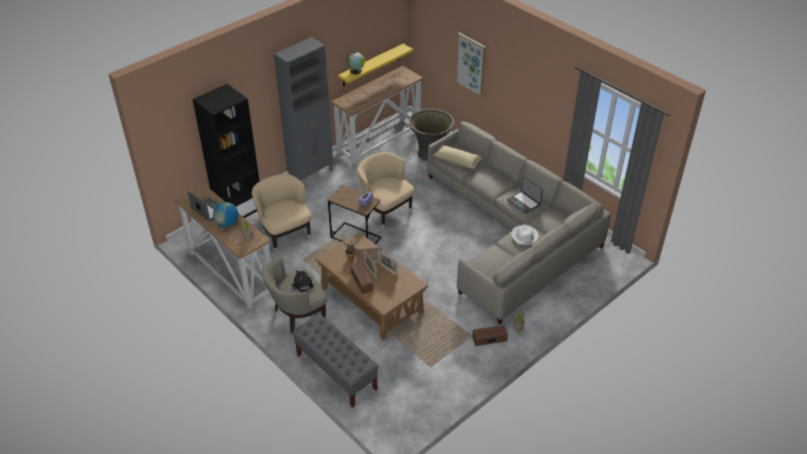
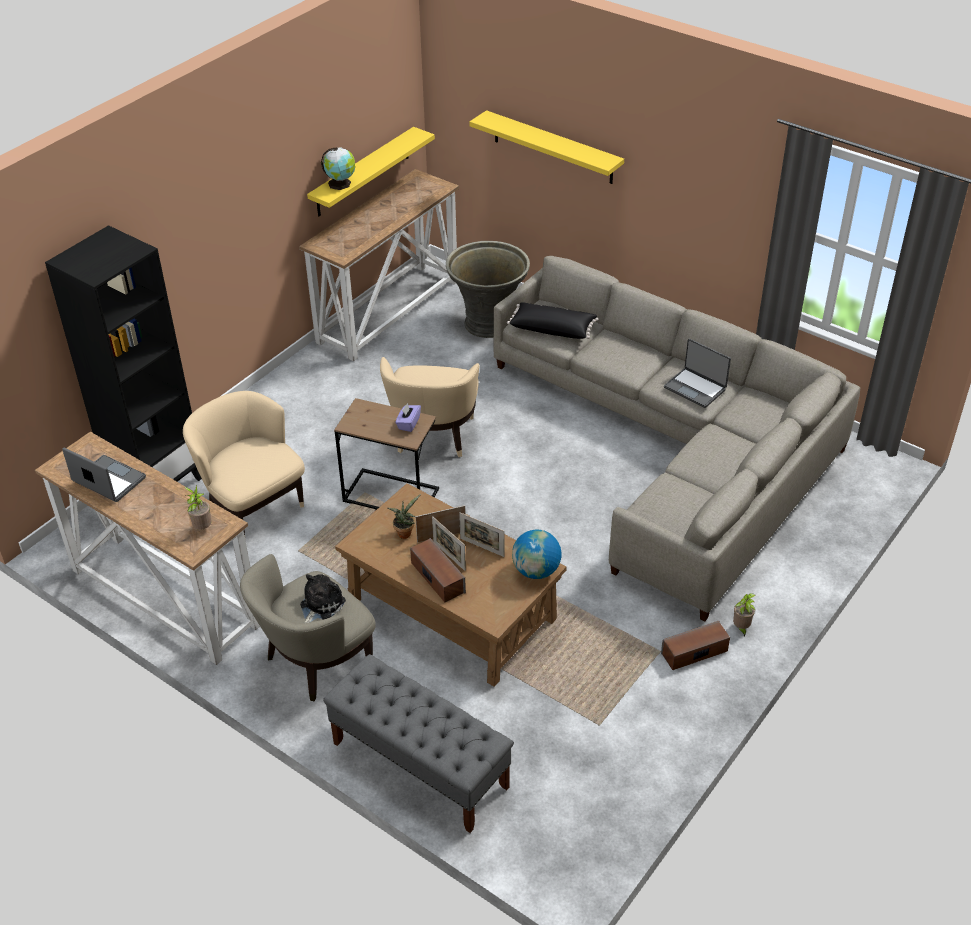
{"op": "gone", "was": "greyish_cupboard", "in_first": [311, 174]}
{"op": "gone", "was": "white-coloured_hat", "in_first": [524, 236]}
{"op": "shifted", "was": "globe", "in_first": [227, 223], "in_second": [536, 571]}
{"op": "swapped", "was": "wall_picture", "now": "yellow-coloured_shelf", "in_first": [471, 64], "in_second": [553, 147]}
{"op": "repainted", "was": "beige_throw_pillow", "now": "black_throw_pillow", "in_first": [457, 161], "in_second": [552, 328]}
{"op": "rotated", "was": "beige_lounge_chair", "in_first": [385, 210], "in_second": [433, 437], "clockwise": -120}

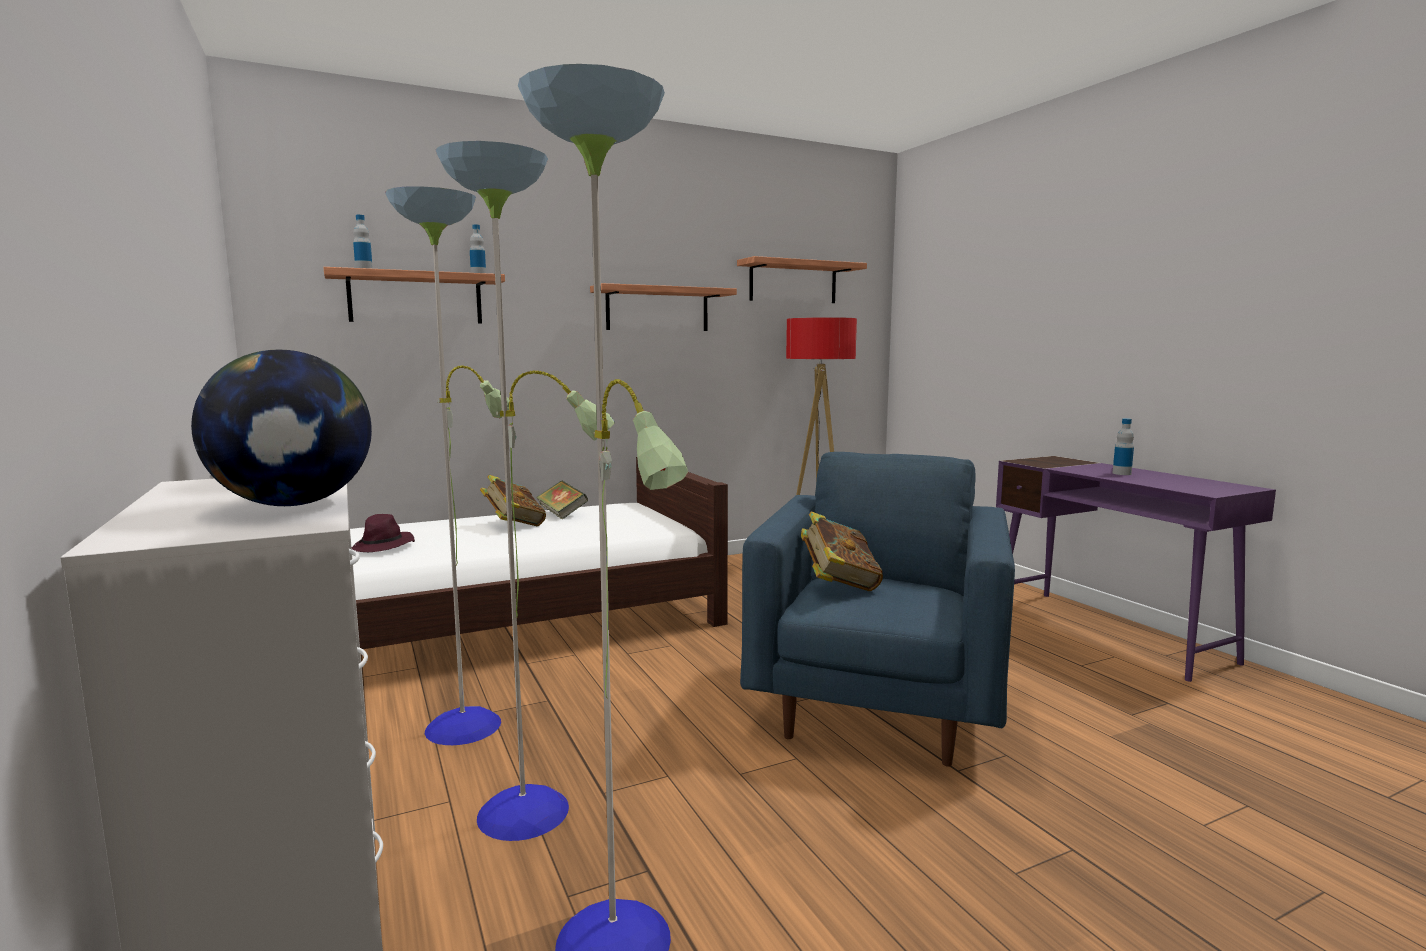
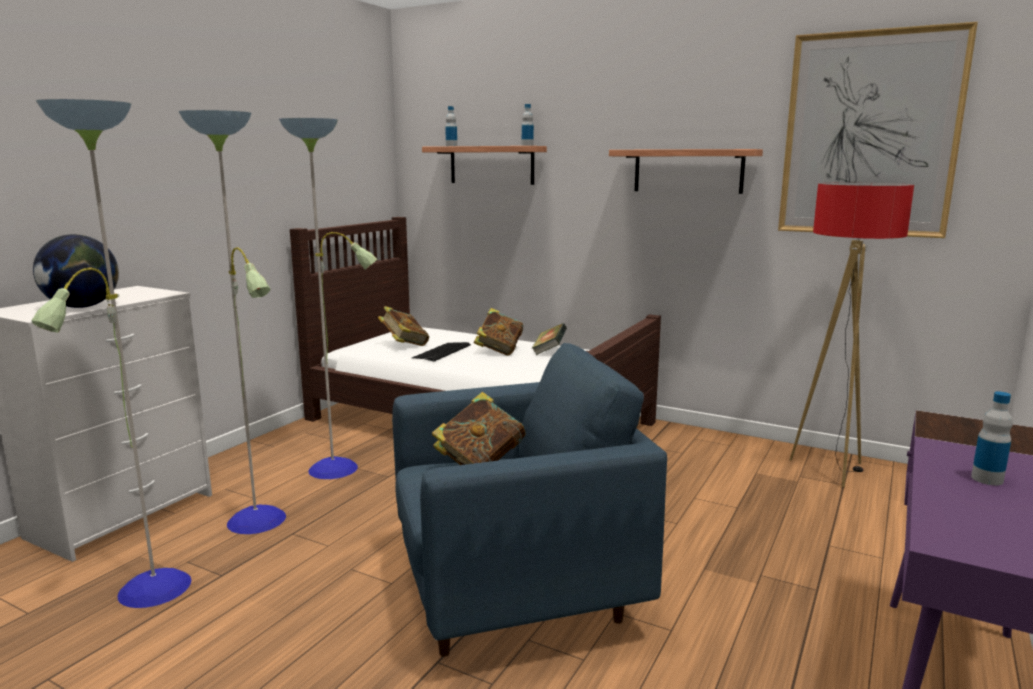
{"op": "new", "now": "computer_keyboard", "in_second": [442, 352]}
{"op": "swapped", "was": "purple_hat", "now": "bound_book", "in_first": [383, 547], "in_second": [404, 345]}
{"op": "swapped", "was": "shelf", "now": "wall_picture", "in_first": [793, 282], "in_second": [869, 135]}

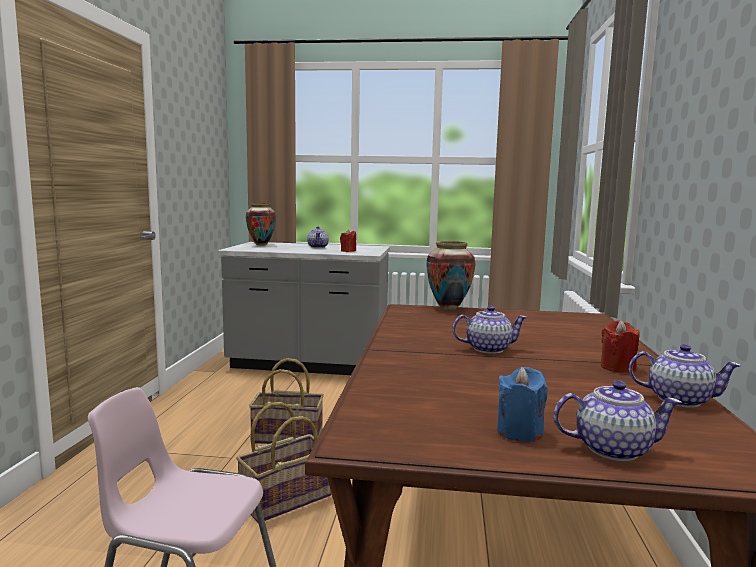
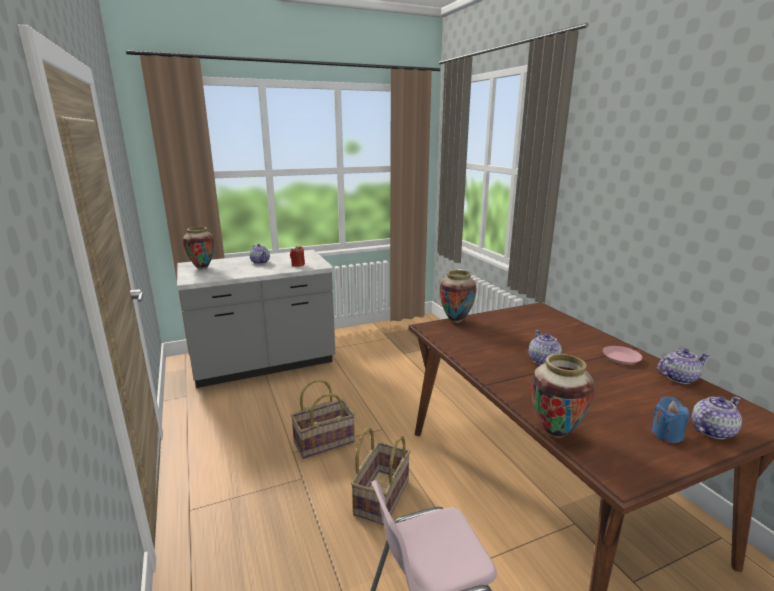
{"op": "new", "now": "flower_vase", "in_second": [555, 432]}
{"op": "swapped", "was": "reddish_candle", "now": "pink_flat_dish", "in_first": [617, 367], "in_second": [621, 358]}
{"op": "rotated", "was": "pot_for_tea", "in_first": [487, 349], "in_second": [543, 361], "clockwise": -60}

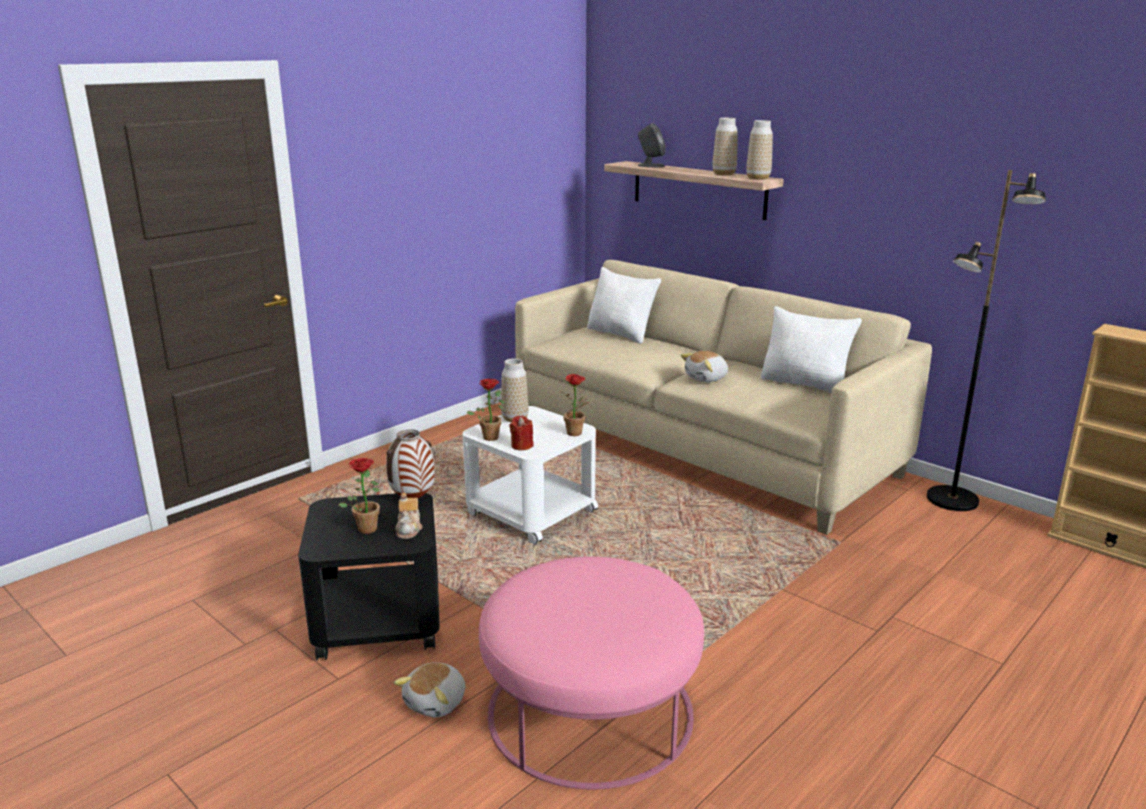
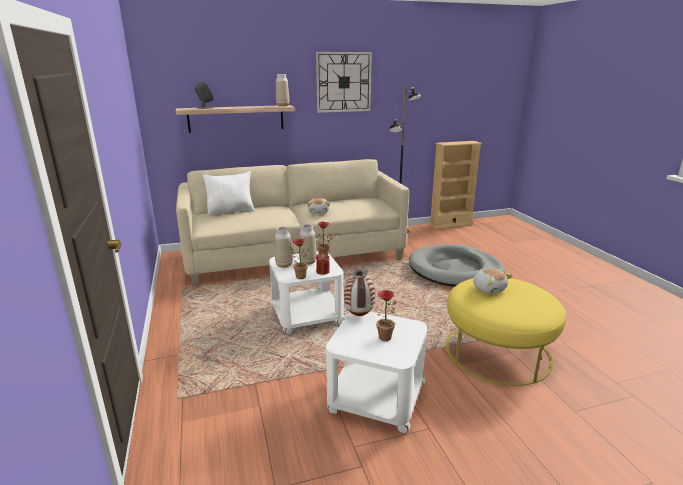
{"op": "gone", "was": "pot_for_tea", "in_first": [409, 529]}
{"op": "gone", "was": "white-coloured_throw_pillow", "in_first": [805, 384]}
{"op": "new", "now": "clock_on_the_wall", "in_second": [343, 82]}
{"op": "new", "now": "greyish_pet_bed", "in_second": [455, 270]}
{"op": "shifted", "was": "soft_toy", "in_first": [437, 702], "in_second": [489, 289]}
{"op": "shifted", "was": "flower_vase", "in_first": [724, 174], "in_second": [308, 262]}
{"op": "repainted", "was": "black_end_table", "now": "white-coloured_end_table", "in_first": [378, 619], "in_second": [375, 397]}
{"op": "repainted", "was": "pink_ottoman", "now": "yellow-coloured_ottoman", "in_first": [590, 710], "in_second": [497, 351]}

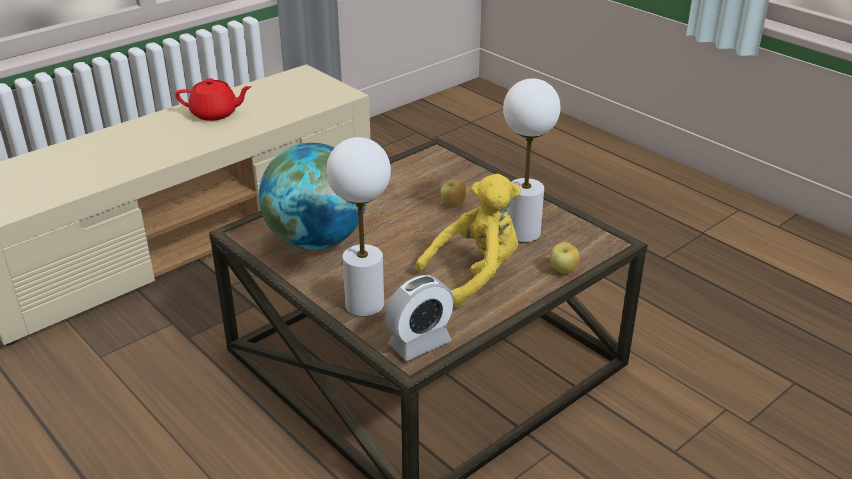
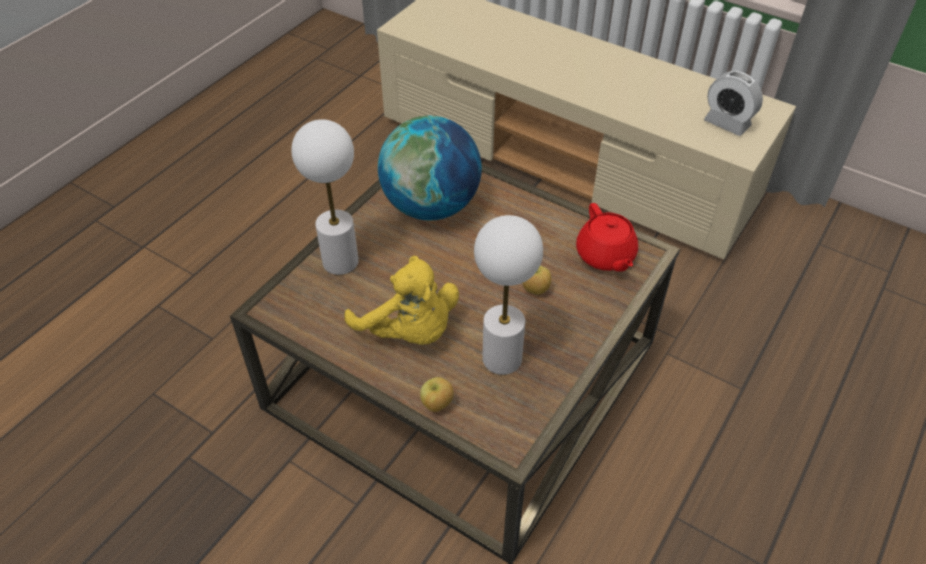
{"op": "shifted", "was": "reddish_pot_for_tea", "in_first": [215, 114], "in_second": [605, 256]}
{"op": "shifted", "was": "table_clock", "in_first": [419, 343], "in_second": [727, 123]}

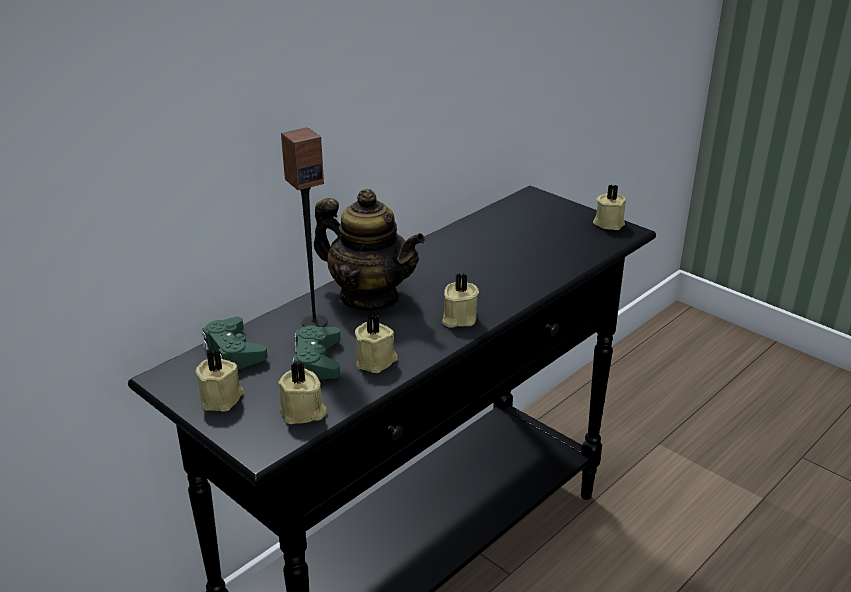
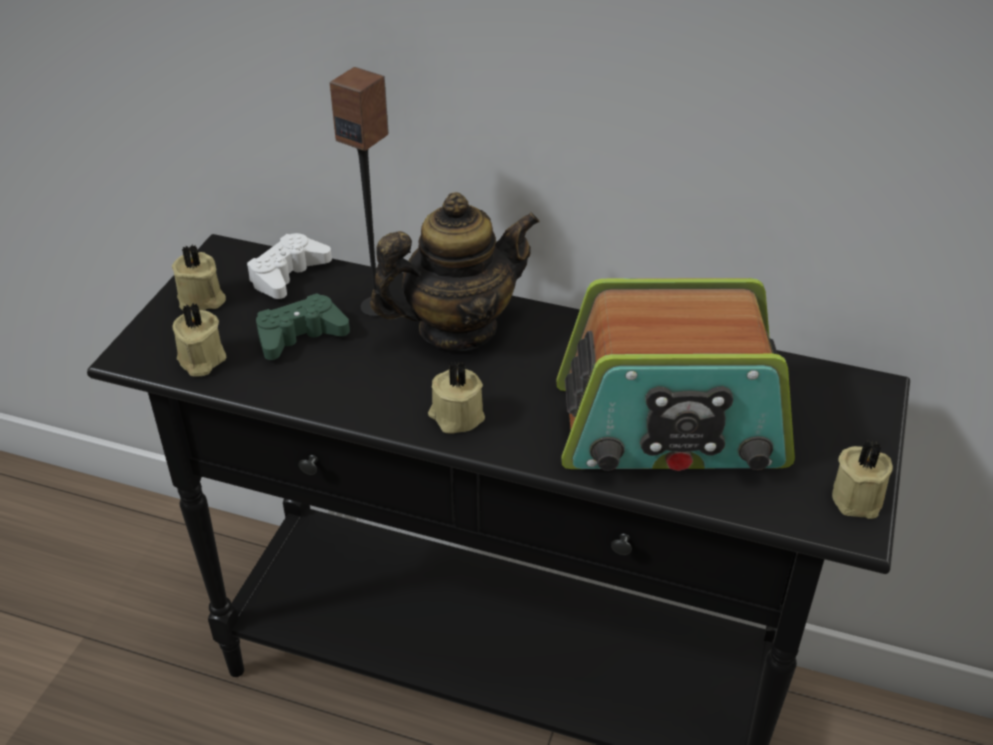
{"op": "gone", "was": "beige_candle", "in_first": [376, 361]}
{"op": "new", "now": "radio_receiver", "in_second": [670, 428]}
{"op": "repainted", "was": "green-coloured_joypad", "now": "white-coloured_joypad", "in_first": [233, 351], "in_second": [288, 274]}
{"op": "rotated", "was": "pot_for_tea", "in_first": [370, 297], "in_second": [457, 328], "clockwise": -120}

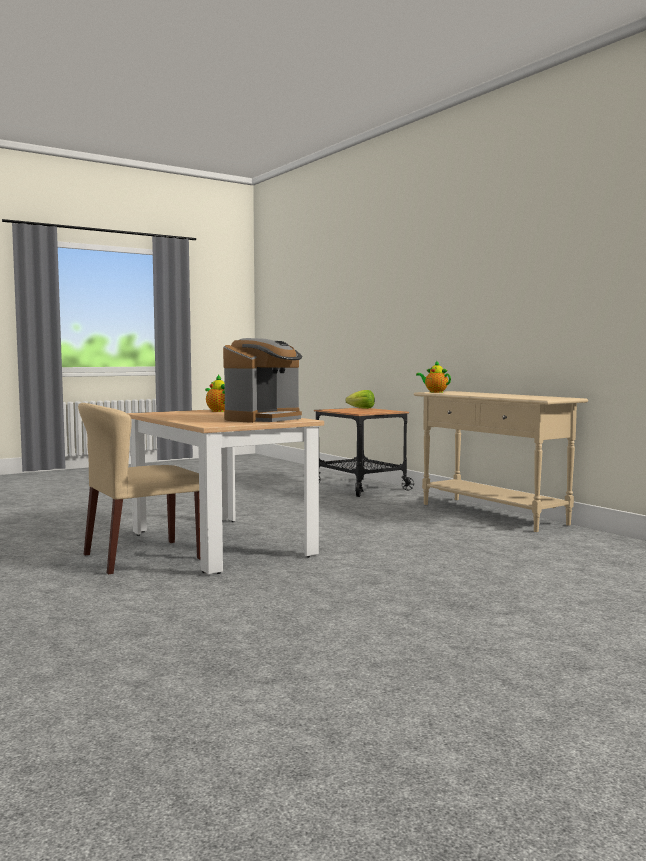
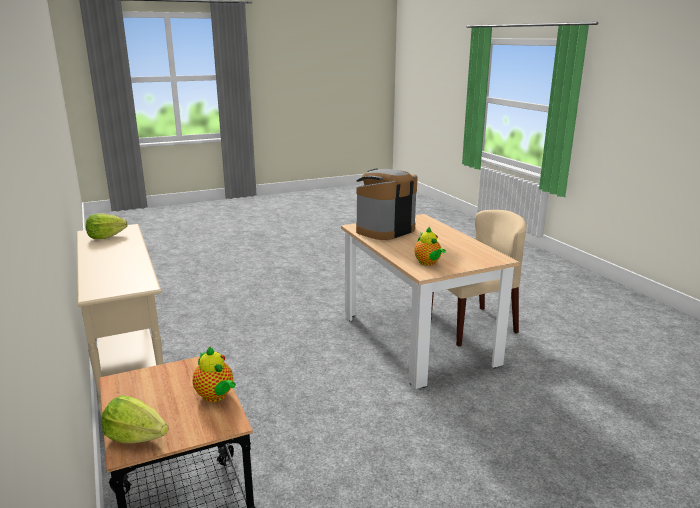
{"op": "new", "now": "head_of_lettuce", "in_second": [105, 237]}
{"op": "shifted", "was": "pot_for_tea", "in_first": [434, 392], "in_second": [216, 396]}

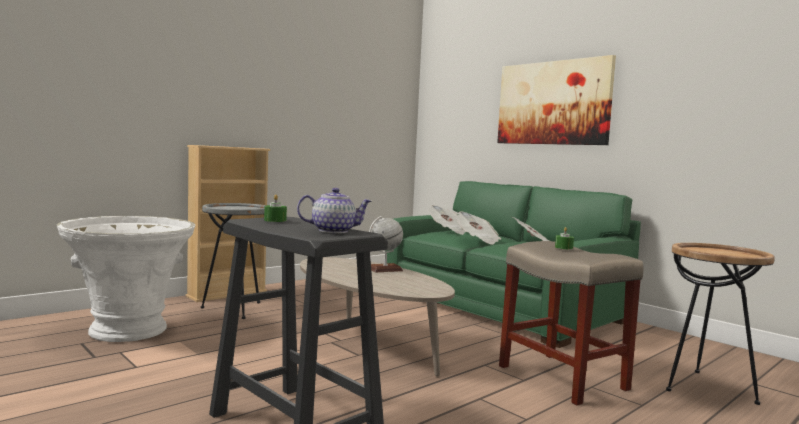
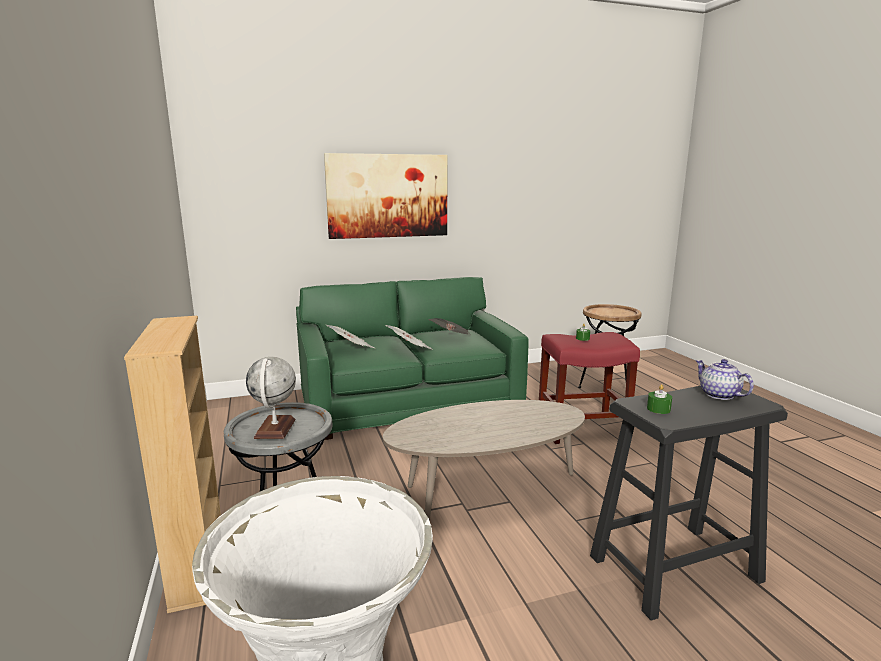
{"op": "shifted", "was": "globe", "in_first": [385, 269], "in_second": [275, 428]}
{"op": "repainted", "was": "beige_sitting_stool", "now": "reddish_sitting_stool", "in_first": [564, 378], "in_second": [582, 428]}
{"op": "rotated", "was": "pot_for_tea", "in_first": [334, 231], "in_second": [718, 395], "clockwise": -45}

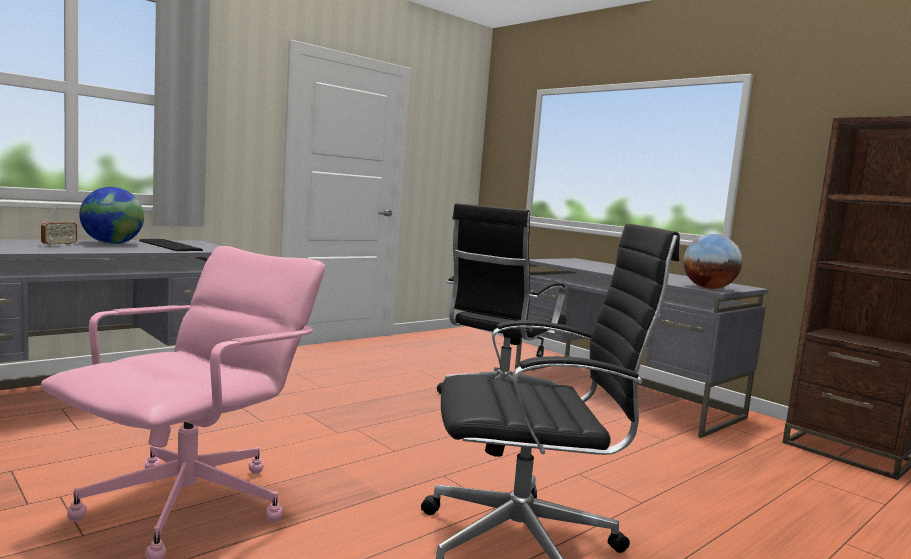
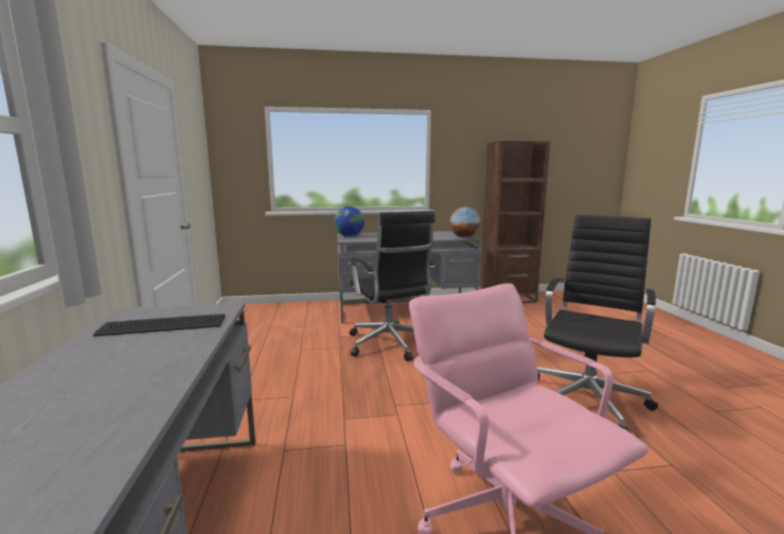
{"op": "gone", "was": "radio_receiver", "in_first": [59, 245]}
{"op": "shifted", "was": "globe", "in_first": [112, 244], "in_second": [349, 236]}

